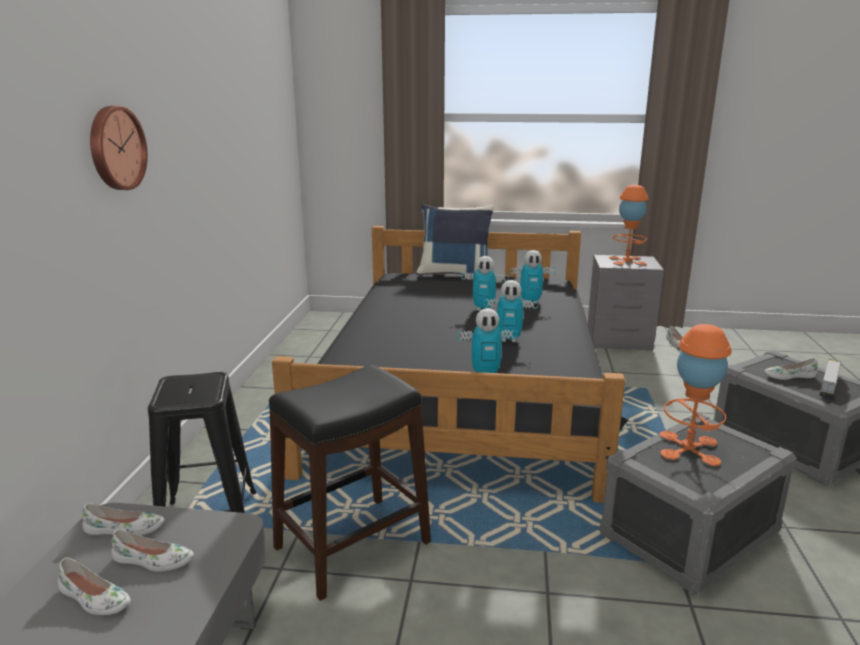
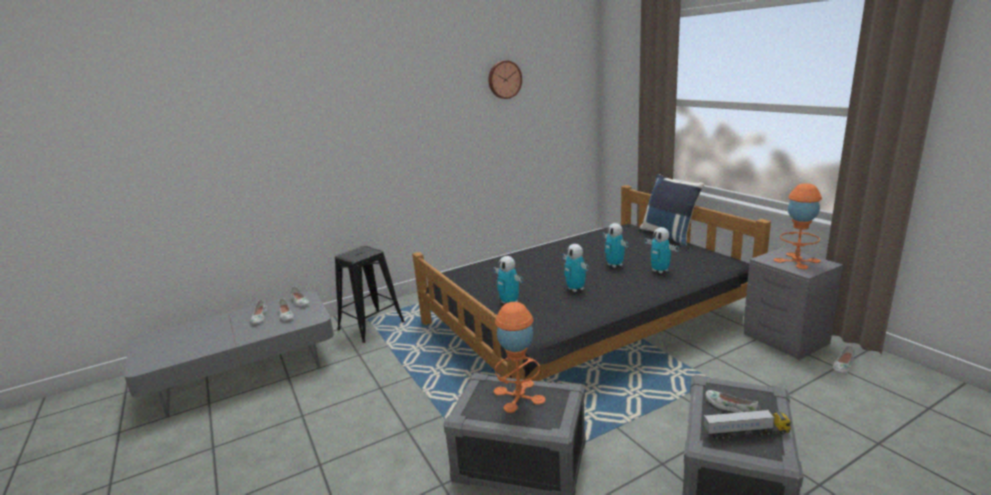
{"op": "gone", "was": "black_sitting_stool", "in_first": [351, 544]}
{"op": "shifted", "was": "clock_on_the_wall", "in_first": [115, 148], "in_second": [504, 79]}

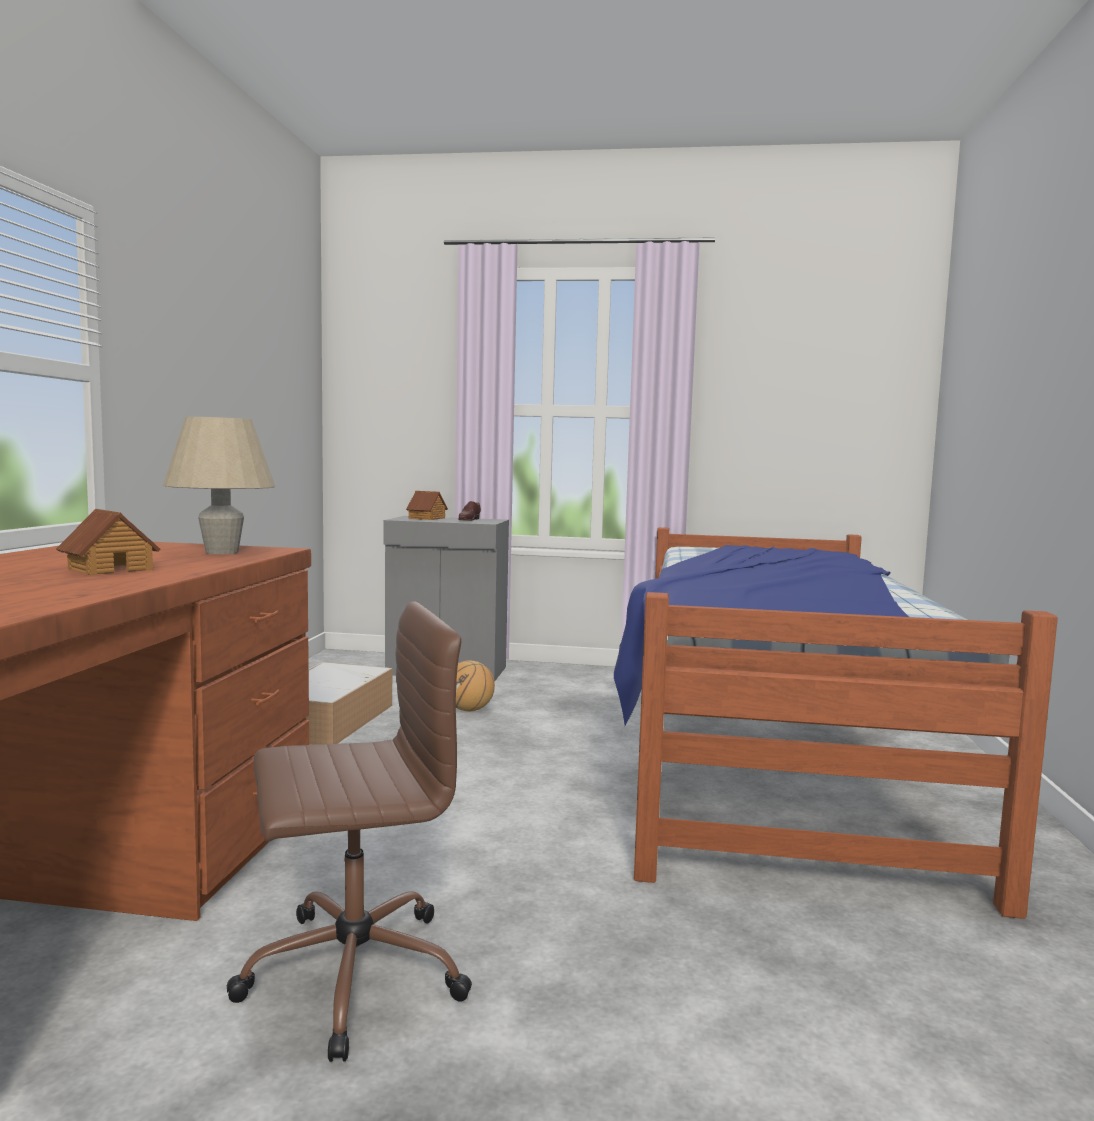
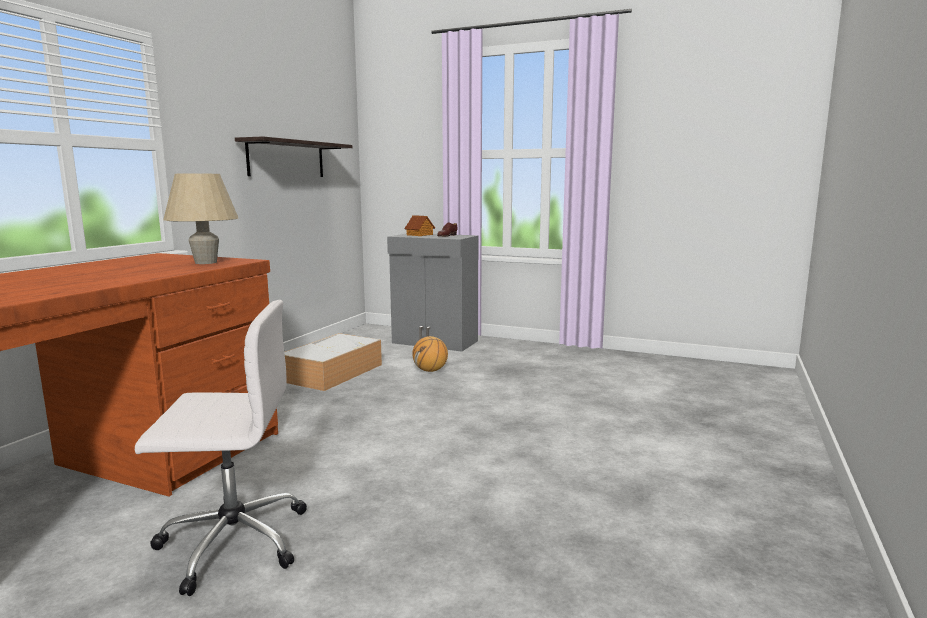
{"op": "gone", "was": "toy_house", "in_first": [110, 569]}
{"op": "gone", "was": "bed", "in_first": [770, 755]}
{"op": "new", "now": "shelf", "in_second": [286, 159]}
{"op": "repainted", "was": "brown-coloured_office_chair", "now": "white-coloured_office_chair", "in_first": [350, 974], "in_second": [231, 541]}

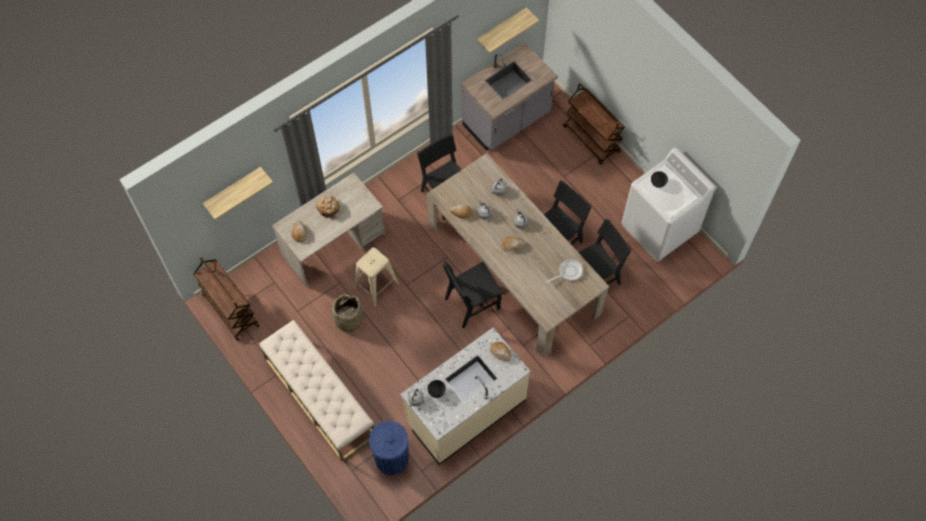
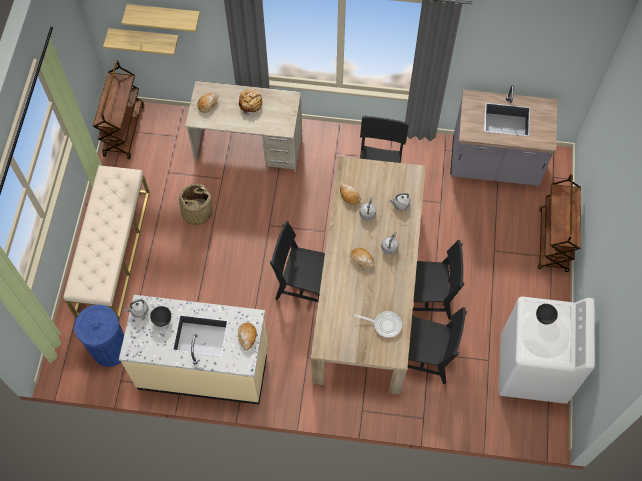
{"op": "gone", "was": "beige_sitting_stool", "in_first": [376, 285]}
{"op": "shifted", "was": "shelf", "in_first": [501, 29], "in_second": [145, 39]}

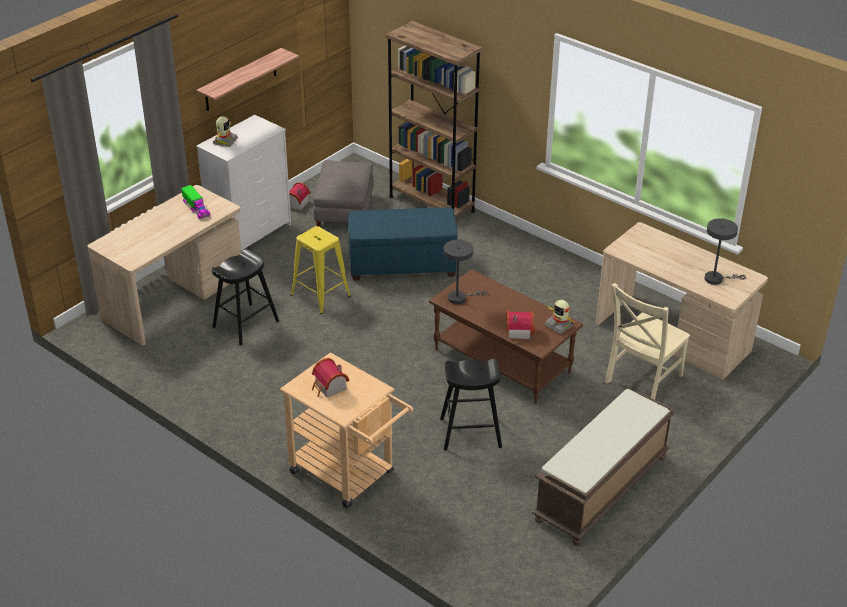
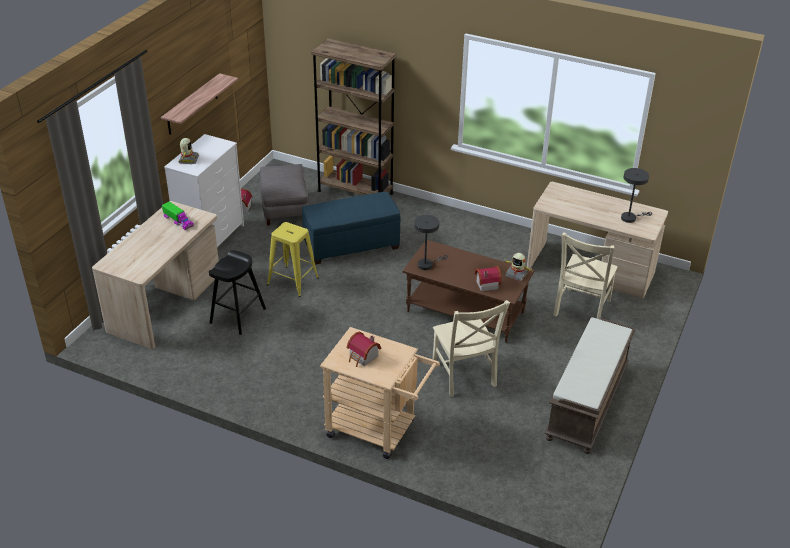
{"op": "swapped", "was": "black_sitting_stool", "now": "beige_plain_chair", "in_first": [470, 433], "in_second": [464, 376]}

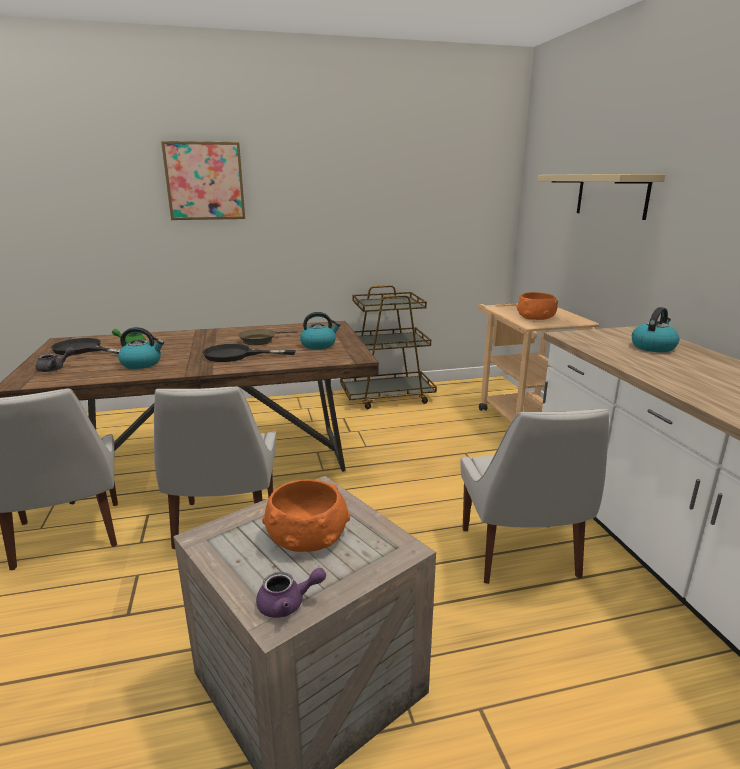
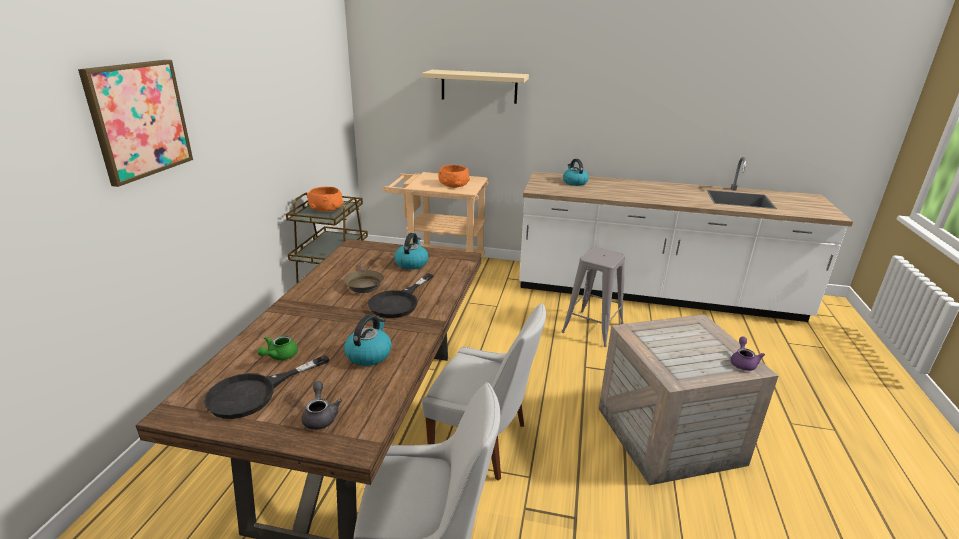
{"op": "shifted", "was": "orange_serving_bowl", "in_first": [307, 534], "in_second": [325, 208]}
{"op": "swapped", "was": "white-coloured_plain_chair", "now": "greyish_sitting_stool", "in_first": [520, 555], "in_second": [593, 328]}

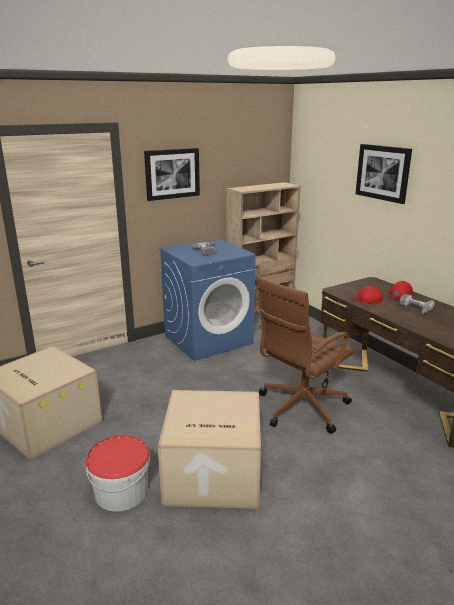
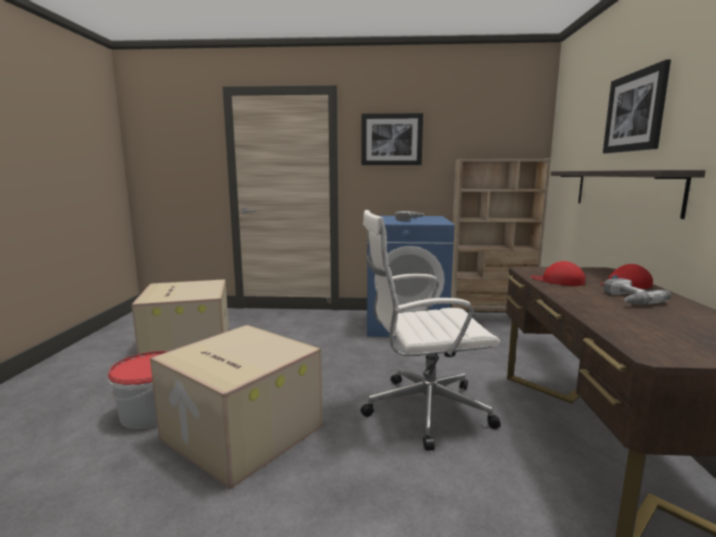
{"op": "new", "now": "shelf", "in_second": [623, 190]}
{"op": "repainted", "was": "brown-coloured_office_chair", "now": "white-coloured_office_chair", "in_first": [300, 408], "in_second": [423, 410]}

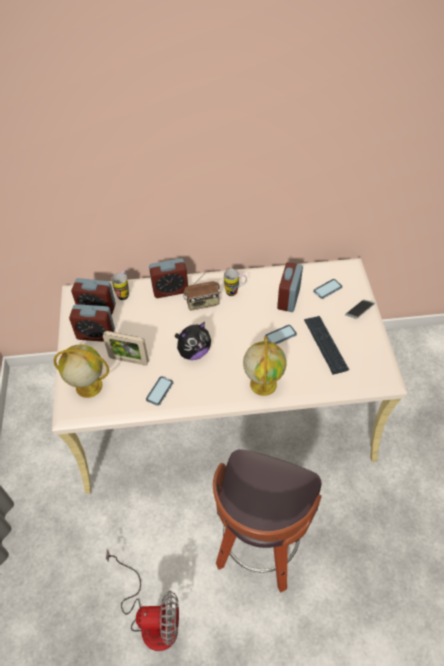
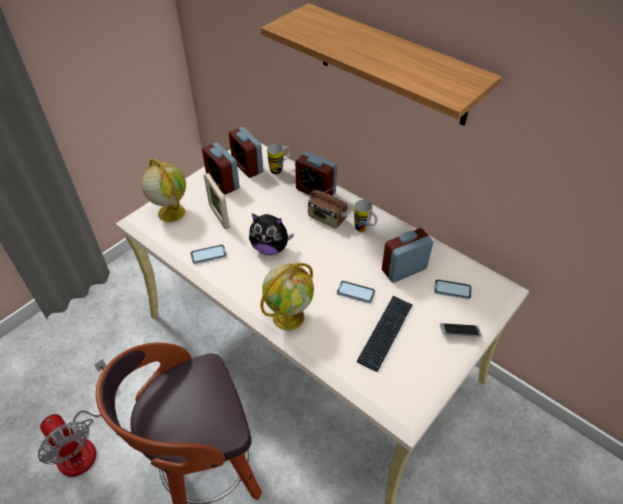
{"op": "new", "now": "shelf", "in_second": [393, 65]}

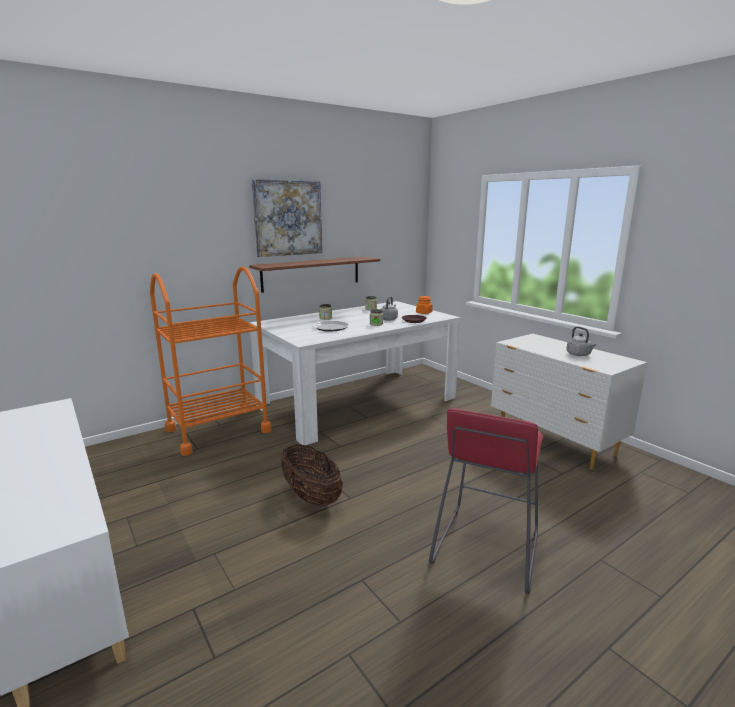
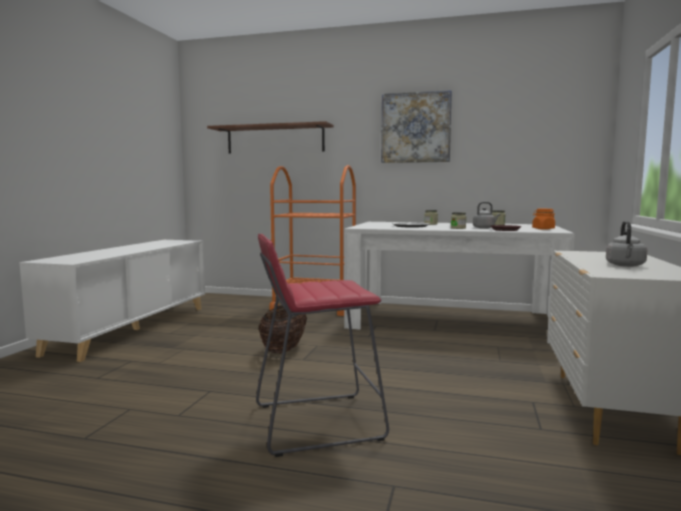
{"op": "shifted", "was": "brown-coloured_shelf", "in_first": [311, 273], "in_second": [275, 139]}

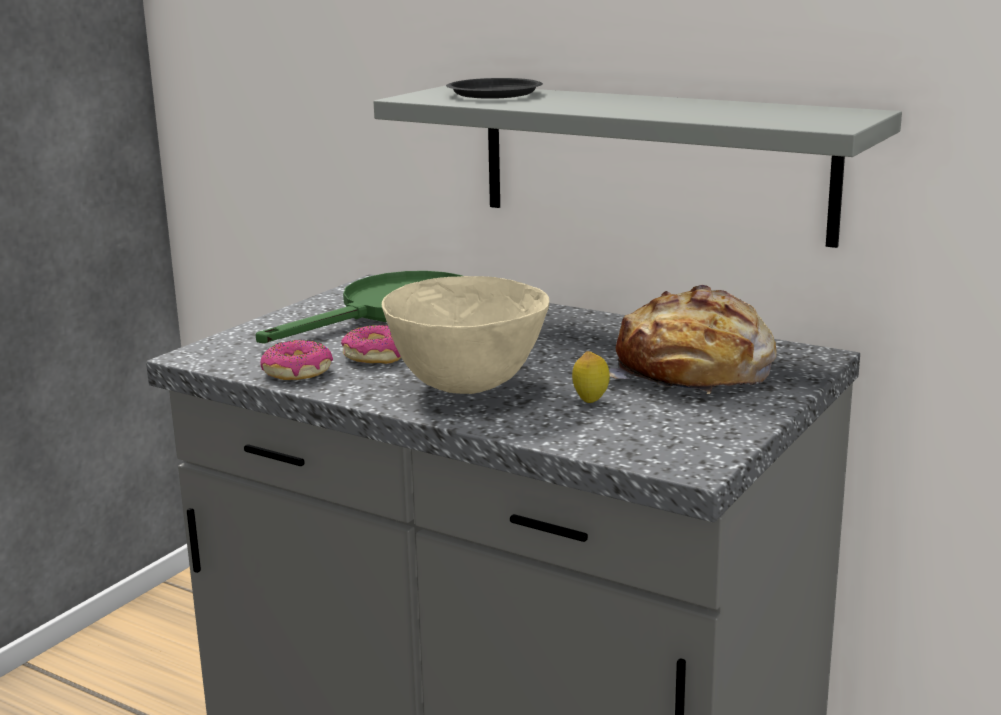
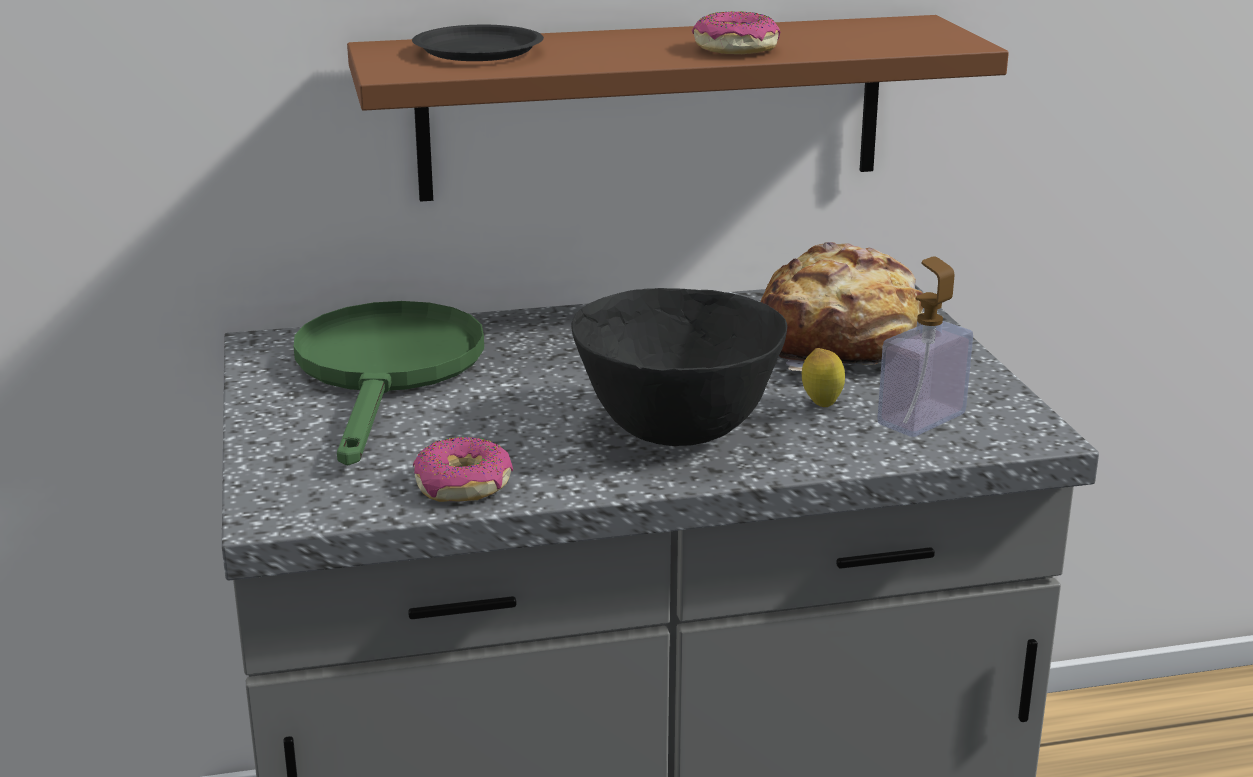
{"op": "new", "now": "liquid_soap_bottle", "in_second": [921, 419]}
{"op": "shifted", "was": "doughnut", "in_first": [376, 356], "in_second": [735, 49]}
{"op": "repainted", "was": "greyish_shelf", "now": "brown-coloured_shelf", "in_first": [653, 161], "in_second": [652, 107]}
{"op": "repainted", "was": "beige_serving_bowl", "now": "black_serving_bowl", "in_first": [466, 386], "in_second": [677, 432]}

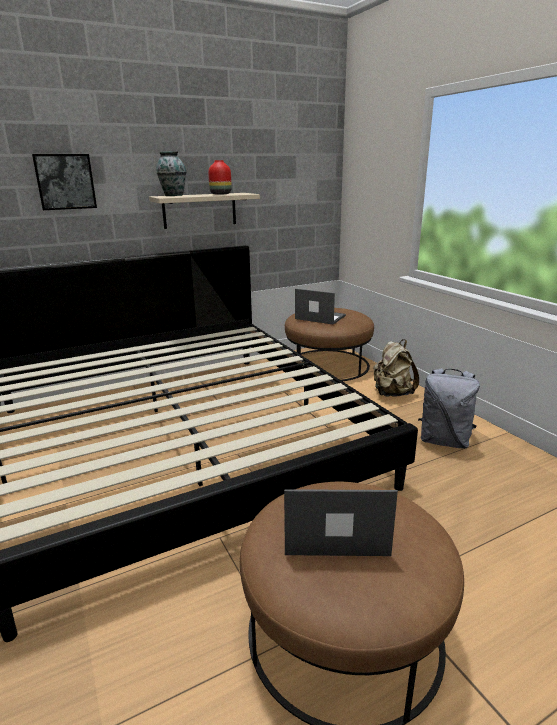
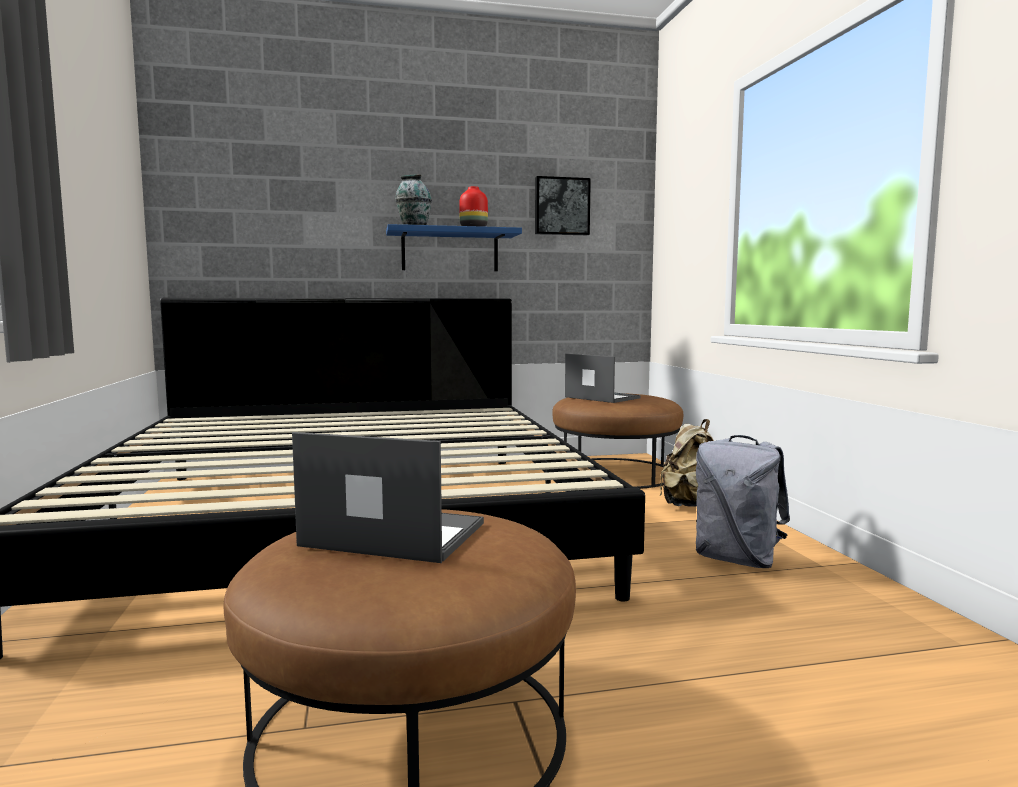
{"op": "shifted", "was": "wall_picture", "in_first": [65, 182], "in_second": [561, 206]}
{"op": "repainted", "was": "beige_shelf", "now": "bluish_shelf", "in_first": [199, 210], "in_second": [450, 251]}

